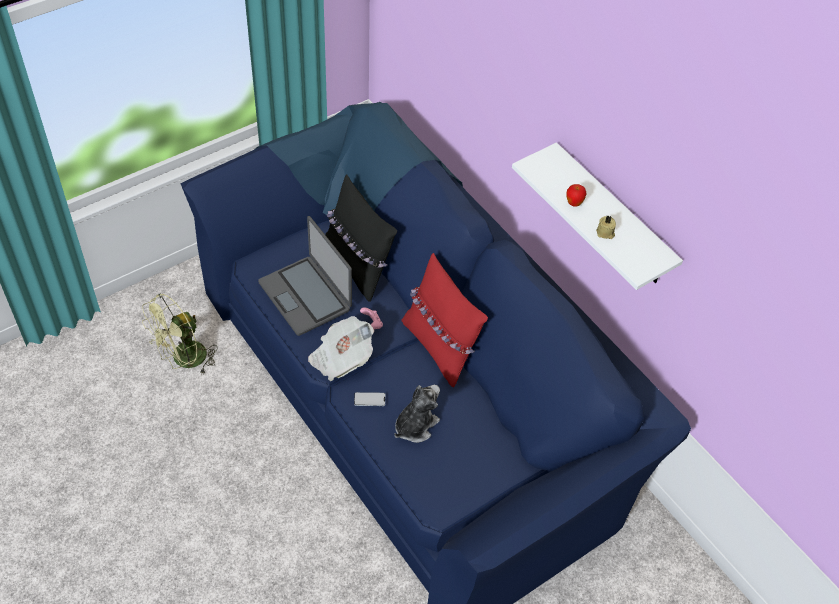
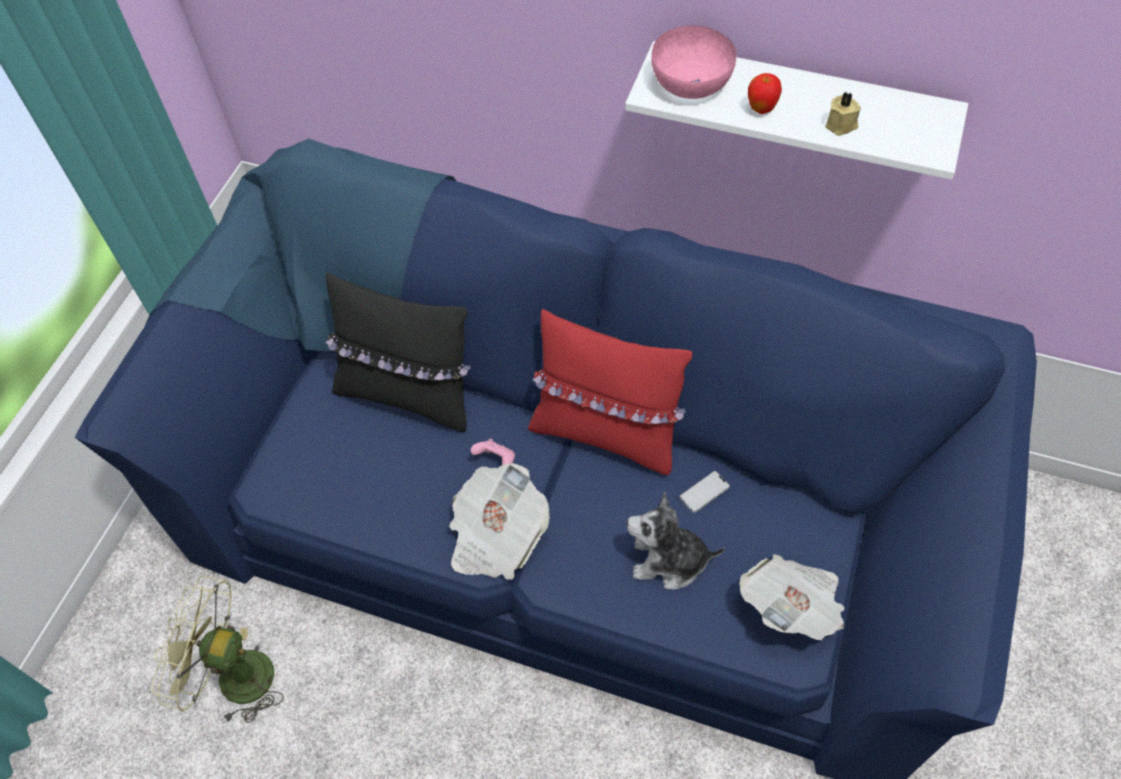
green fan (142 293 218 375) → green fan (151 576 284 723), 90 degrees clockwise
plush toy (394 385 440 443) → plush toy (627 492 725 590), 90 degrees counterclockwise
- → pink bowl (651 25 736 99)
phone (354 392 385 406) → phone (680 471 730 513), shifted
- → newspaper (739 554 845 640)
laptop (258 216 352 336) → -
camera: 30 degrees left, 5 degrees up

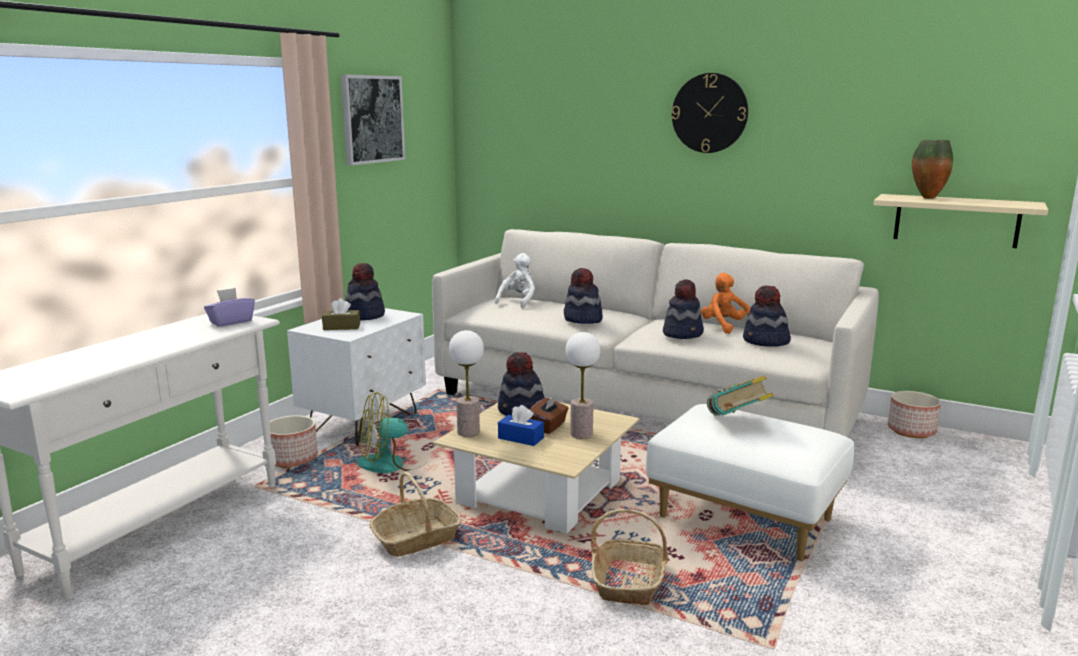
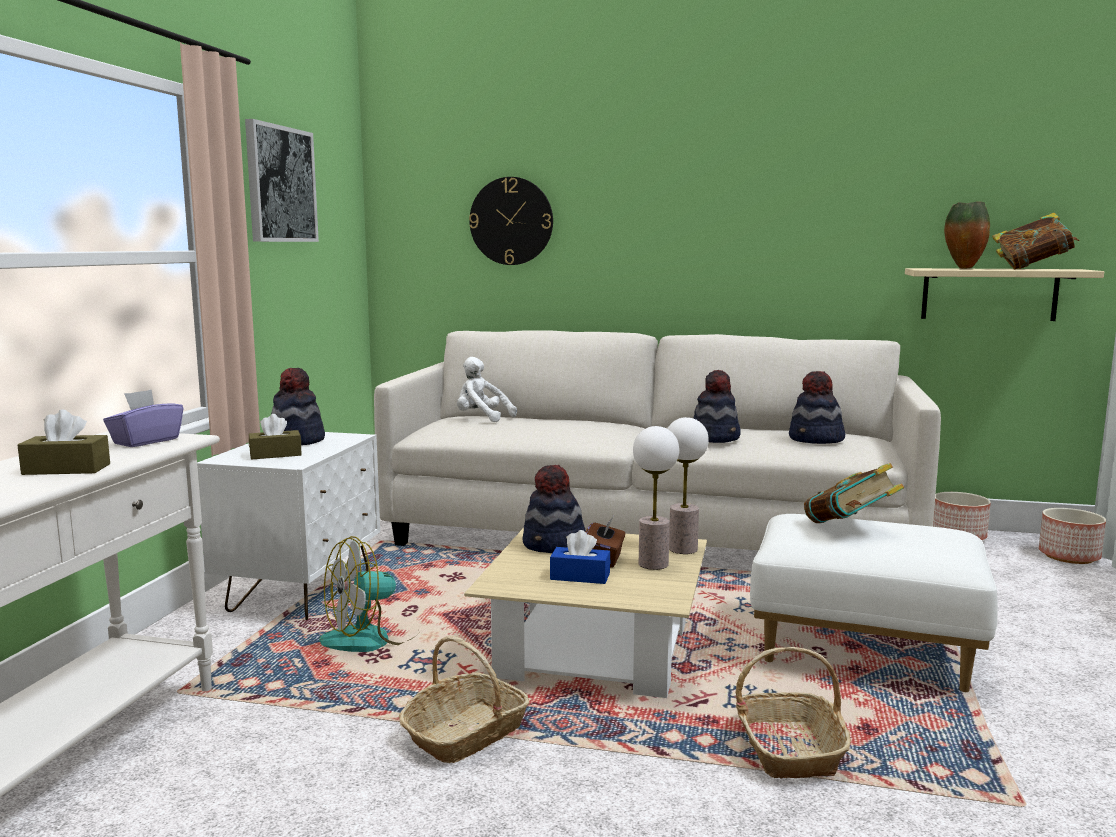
- → brown tissue box (18 409 110 475)
white plush toy (495 253 535 308) → white plush toy (457 357 517 422), 75 degrees counterclockwise
wall clock (672 73 748 153) → wall clock (469 177 553 265), shifted
table lamp (449 330 484 437) → table lamp (667 417 709 554), shifted
- → book (992 213 1080 270)
planter (270 415 318 468) → planter (1039 508 1106 564), shifted
hat (564 268 603 324) → -
orange plush toy (701 273 750 334) → -
camera: 15 degrees left, 5 degrees down

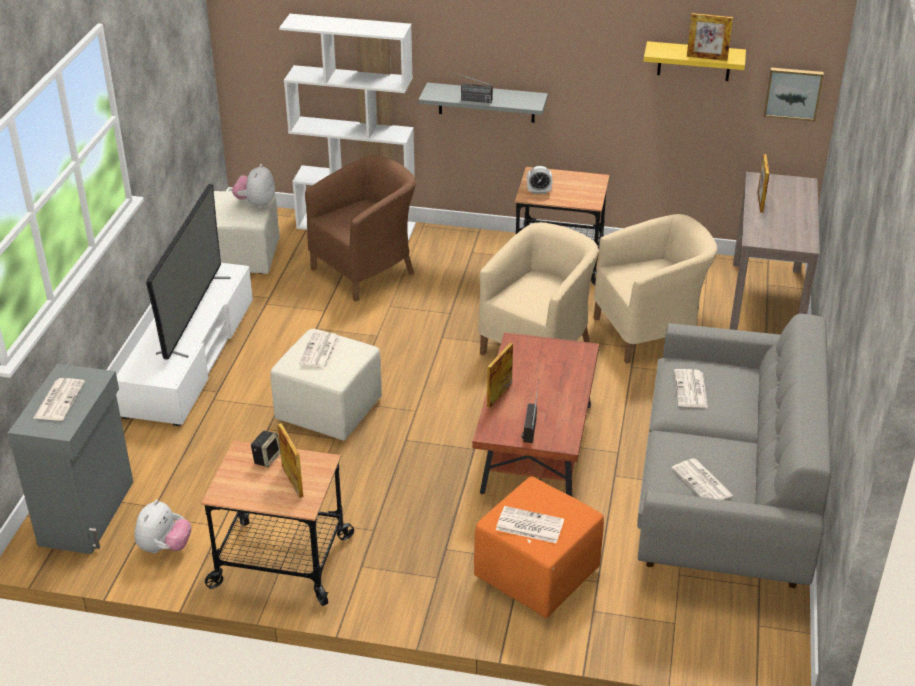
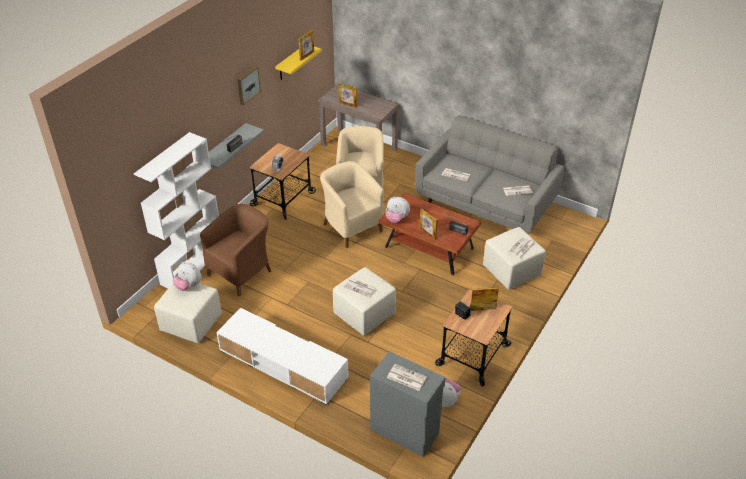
brown armchair (305 155 416 302) → brown armchair (200 204 272 297), 60 degrees clockwise
picture (764 68 824 121) → picture (237 66 261 105), shifted
- → plush toy (386 196 410 223)
orange ottoman (474 477 604 618) → beige ottoman (483 227 546 290)
television (146 184 231 360) → -
camera: 70 degrees left, 5 degrees up

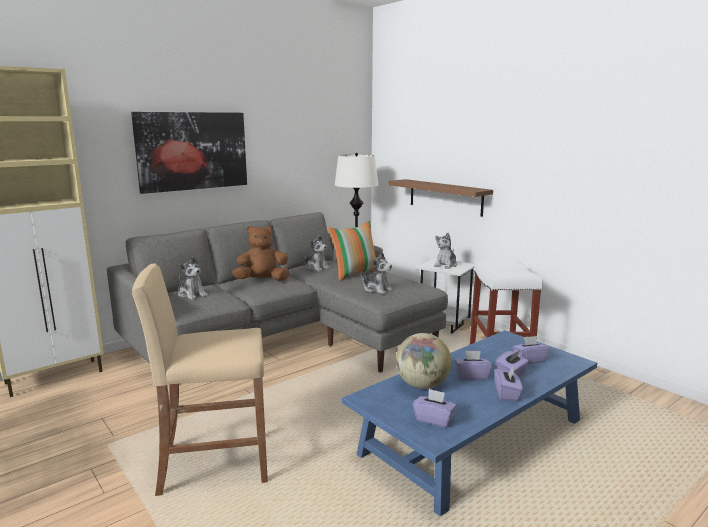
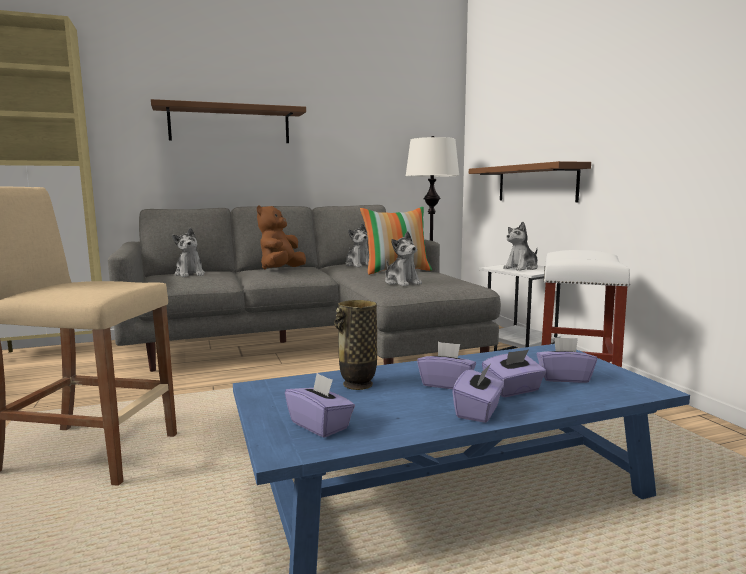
picture (131 112 247 194) → brown shelf (151 99 306 143)
brown plush toy (232 226 290 281) → brown plush toy (257 205 306 269), 75 degrees counterclockwise
globe (396 333 451 389) → vase (334 300 377 390)
camera: 20 degrees right, 5 degrees down

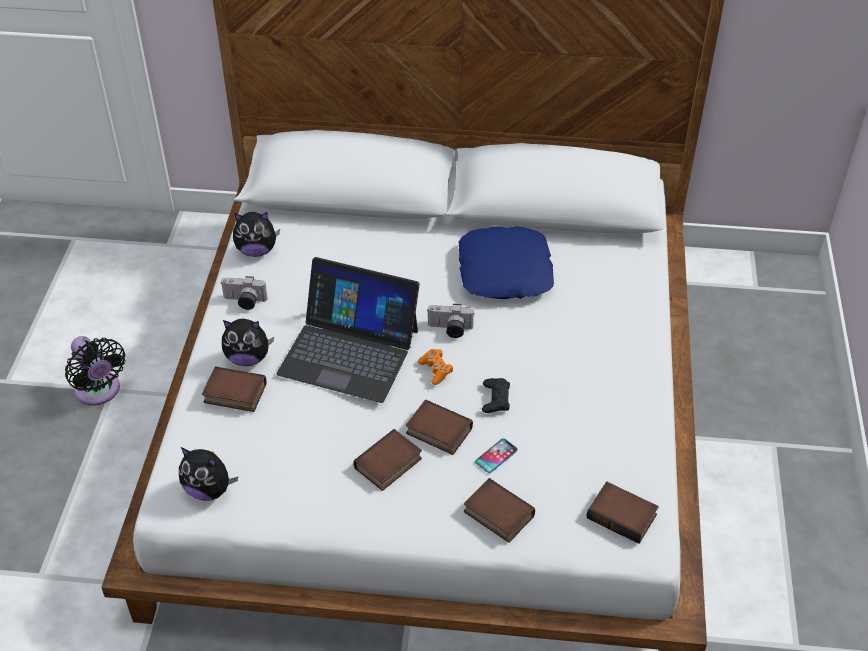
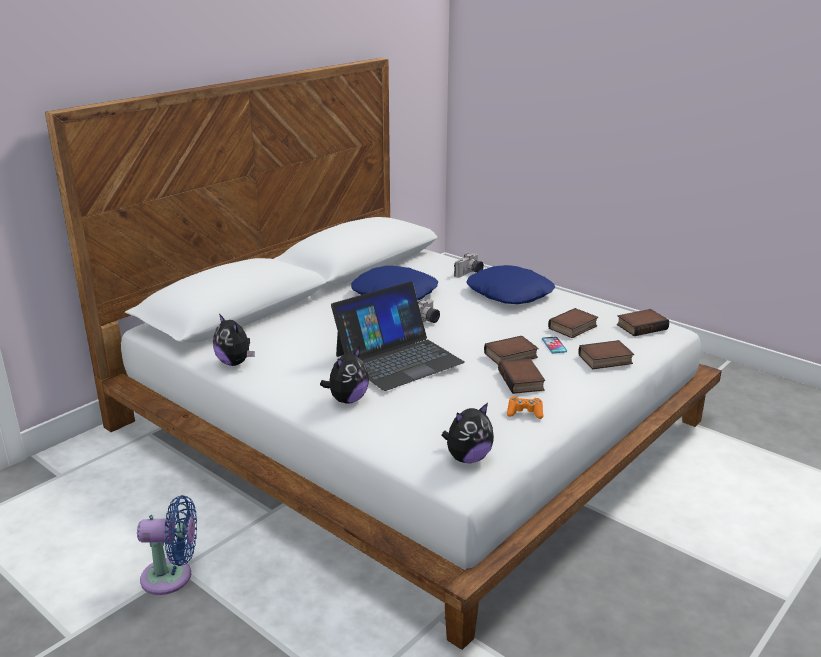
black fan (65 336 125 406) → blue fan (137 495 197 595)
plush toy (233 212 280 257) → plush toy (213 314 255 366), 105 degrees clockwise
photo camera (221 276 268 310) → photo camera (454 253 484 277), shifted
- → blue pillow (466 265 555 304)
orange game controller (418 349 453 385) → orange game controller (507 396 543 419), shifted
book (202 366 267 412) → book (548 308 598 338), shifted
black game controller (482 378 510 413) → -
camera: 55 degrees left, 20 degrees down

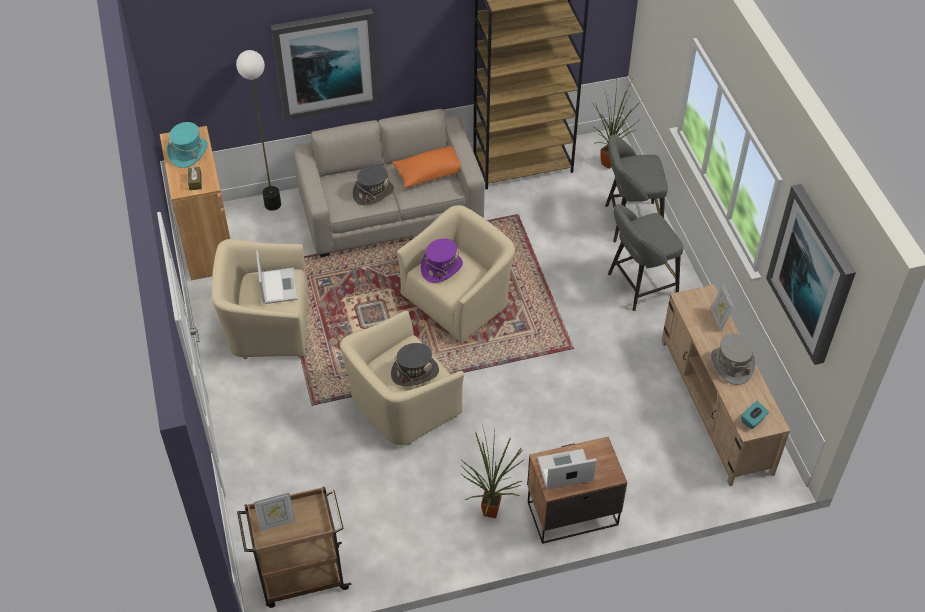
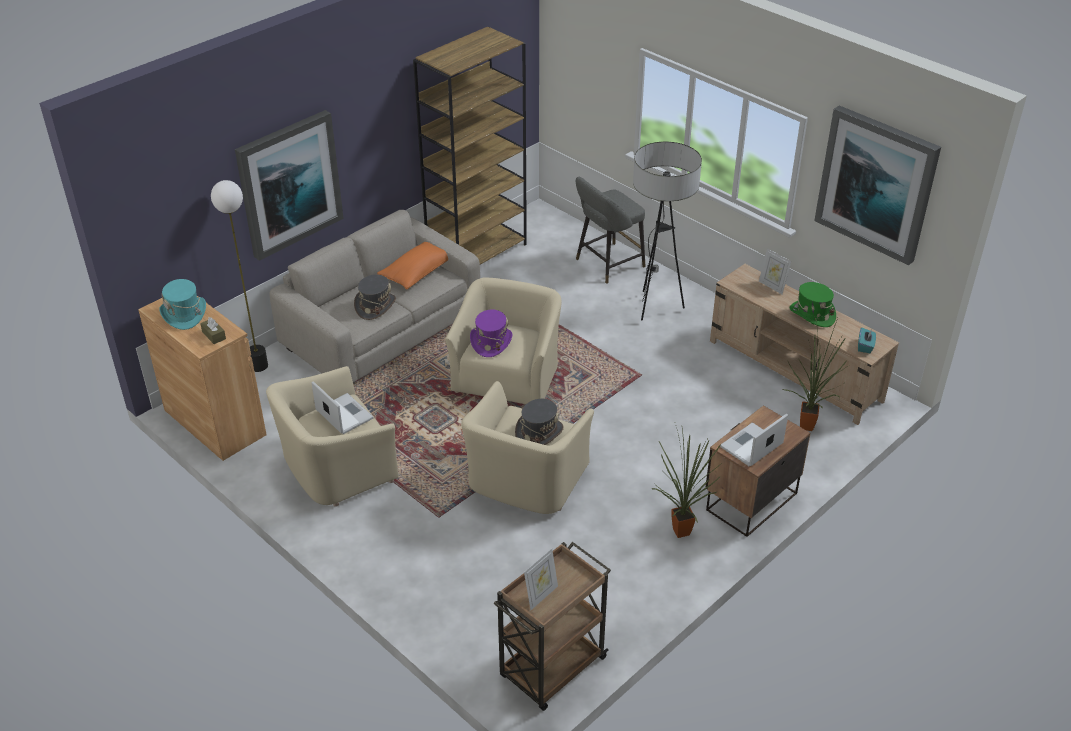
grey stool (608 204 683 311) → floor lamp (633 142 702 320)
potted plant (592 82 642 169) → potted plant (783 318 848 431), shifted
grey hat (711 333 755 385) → green hat (790 282 836 327)
camera: 30 degrees left, 10 degrees down

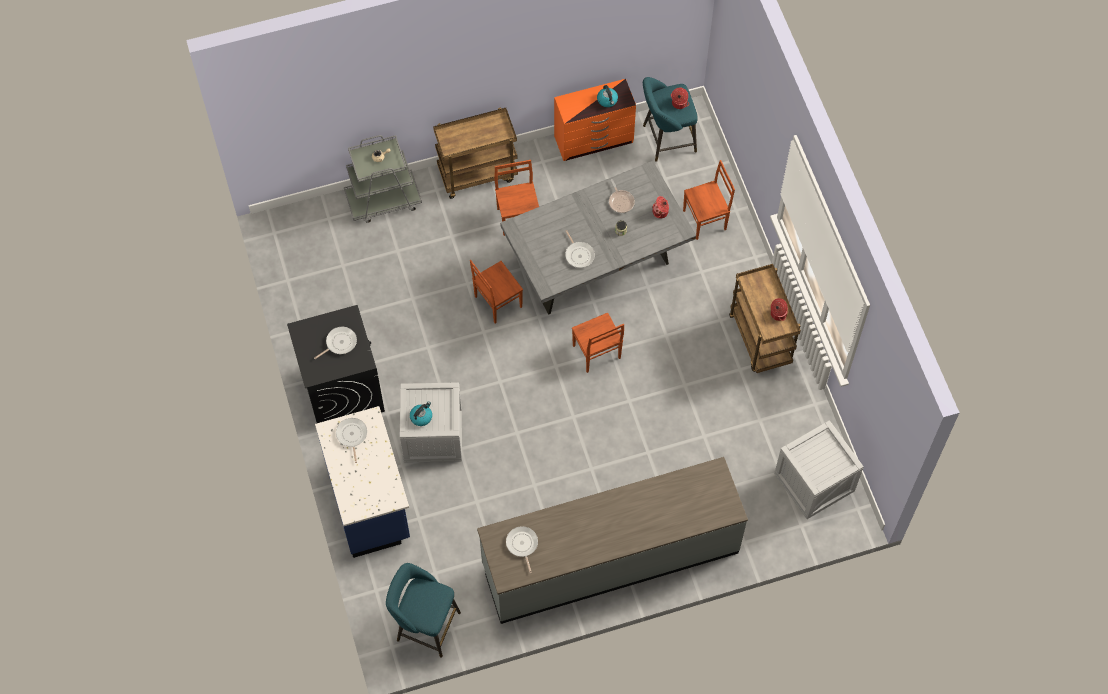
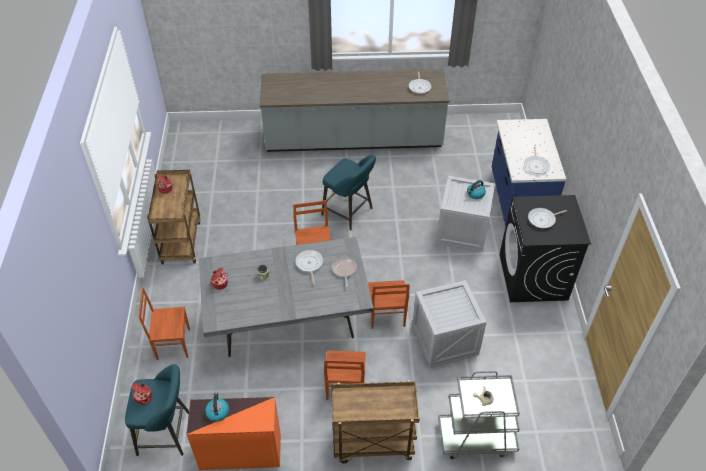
turquoise stool (386 563 461 658) → turquoise stool (321 155 376 231), shifted
frying pan (609 179 635 213) → frying pan (332 257 357 287), shifted
brown chair (470 260 523 323) → brown chair (368 280 410 329), 105 degrees clockwise
crate (774 420 864 519) → crate (412 280 487 368), shifted
camera: 165 degrees left, 15 degrees down

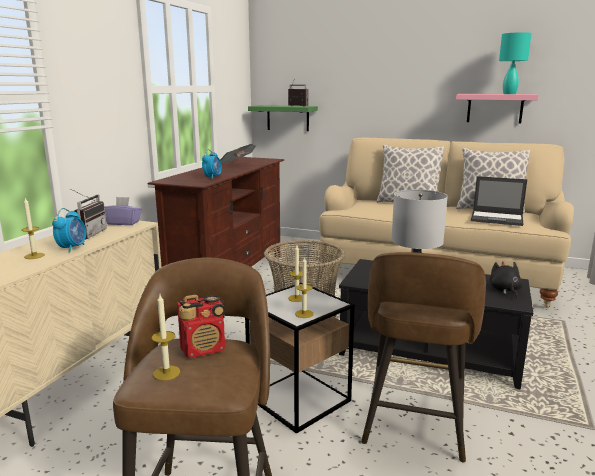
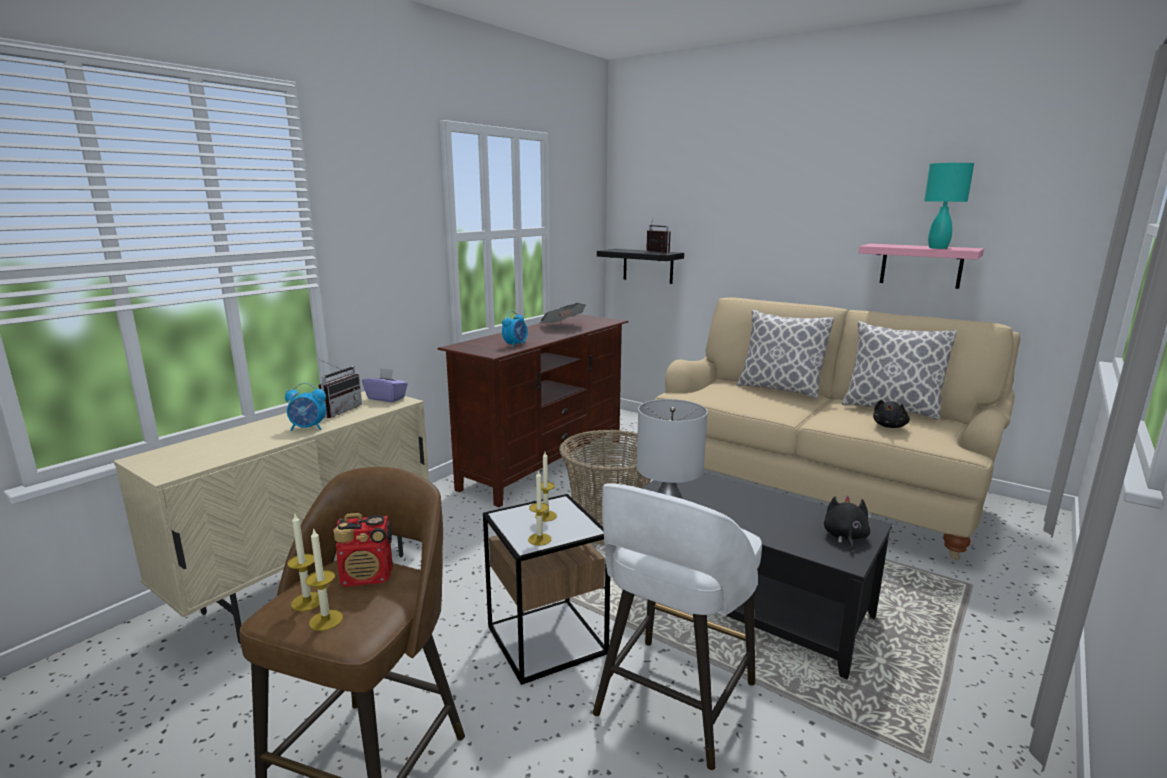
alarm clock (52 208 86 253) → alarm clock (285 383 326 431), 60 degrees clockwise
candle (21 198 45 259) → candle (305 528 343 631), shifted
brown stool (361 252 486 463) → white stool (593 483 762 770)
green shelf (248 105 318 131) → black shelf (597 249 684 284)
laptop (471 176 527 226) → black plush toy (873 400 910 428)
camera: 15 degrees right, 0 degrees up

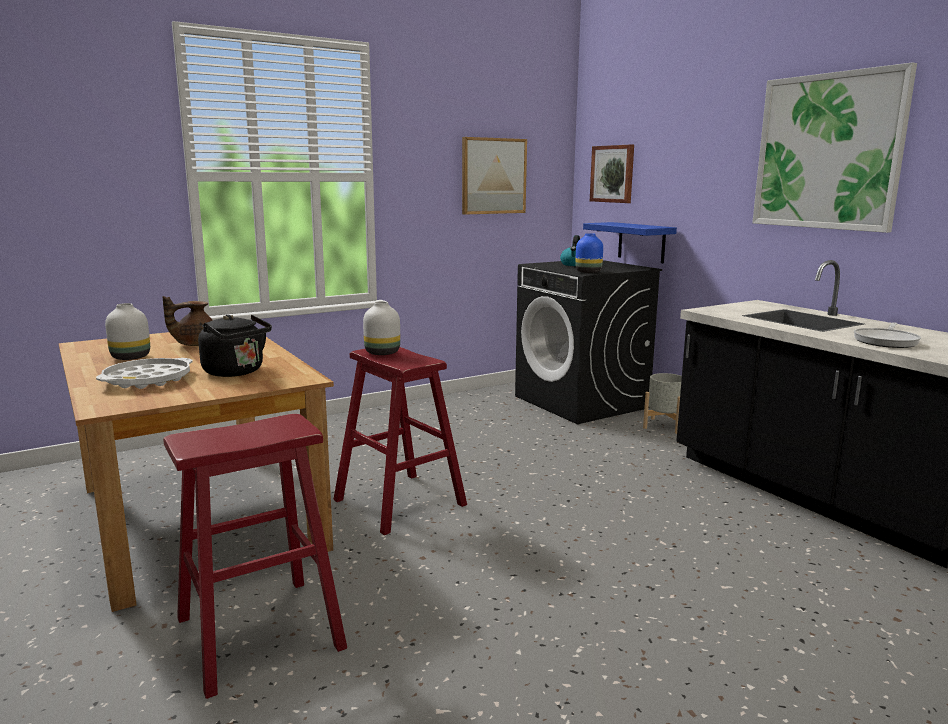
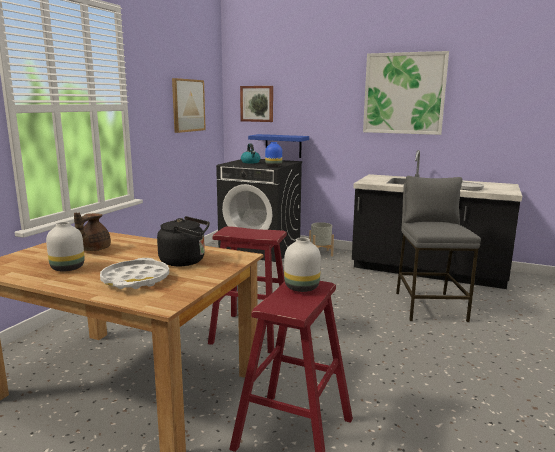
white vase (363 301 400 355) → white vase (284 237 321 292), shifted
- → grey stool (396 176 481 322)
camera: 35 degrees left, 0 degrees up

